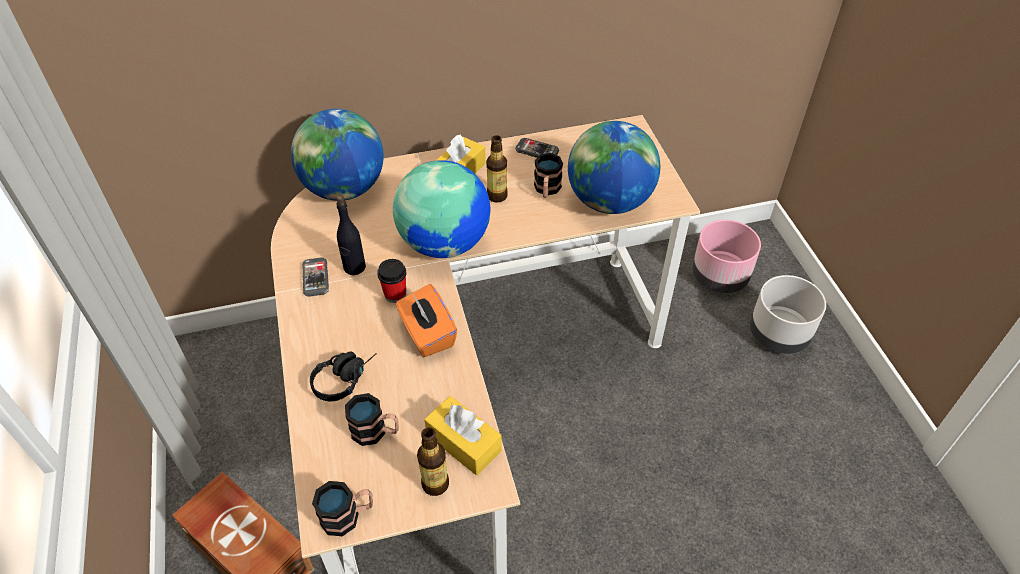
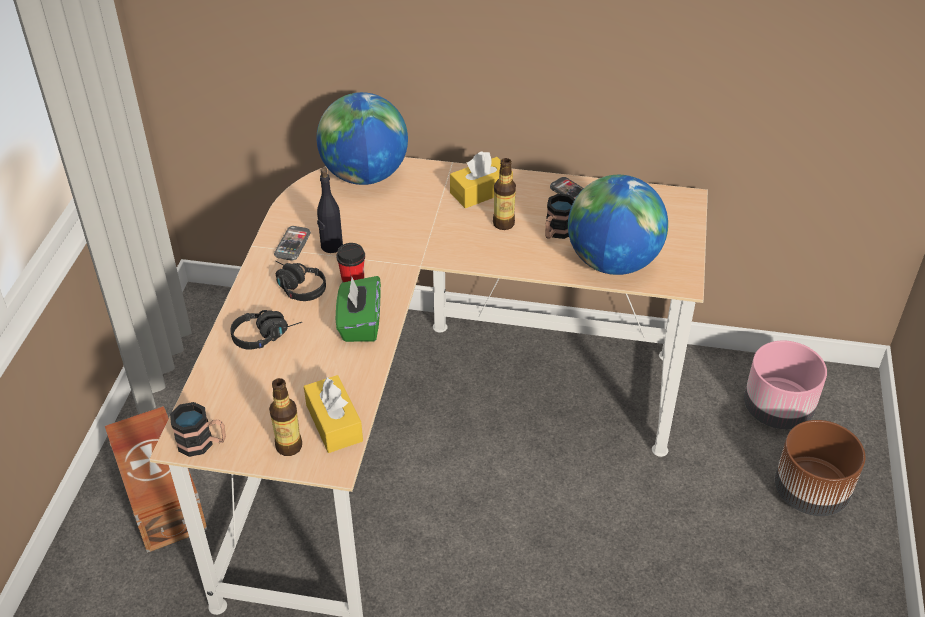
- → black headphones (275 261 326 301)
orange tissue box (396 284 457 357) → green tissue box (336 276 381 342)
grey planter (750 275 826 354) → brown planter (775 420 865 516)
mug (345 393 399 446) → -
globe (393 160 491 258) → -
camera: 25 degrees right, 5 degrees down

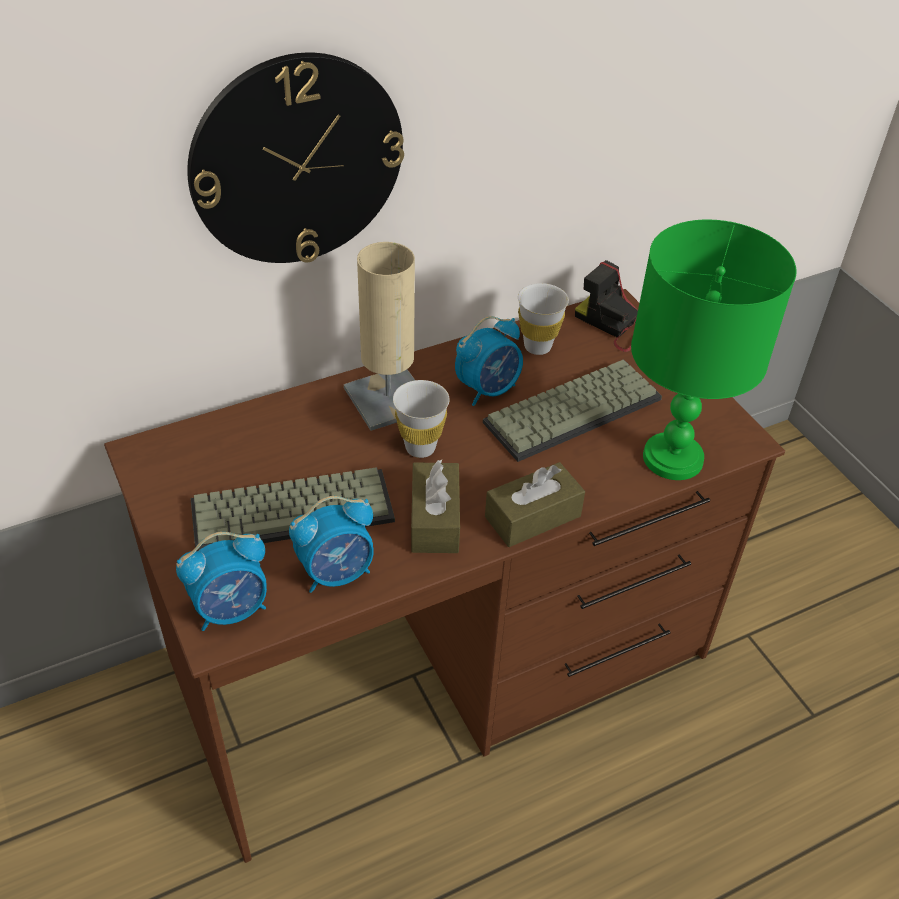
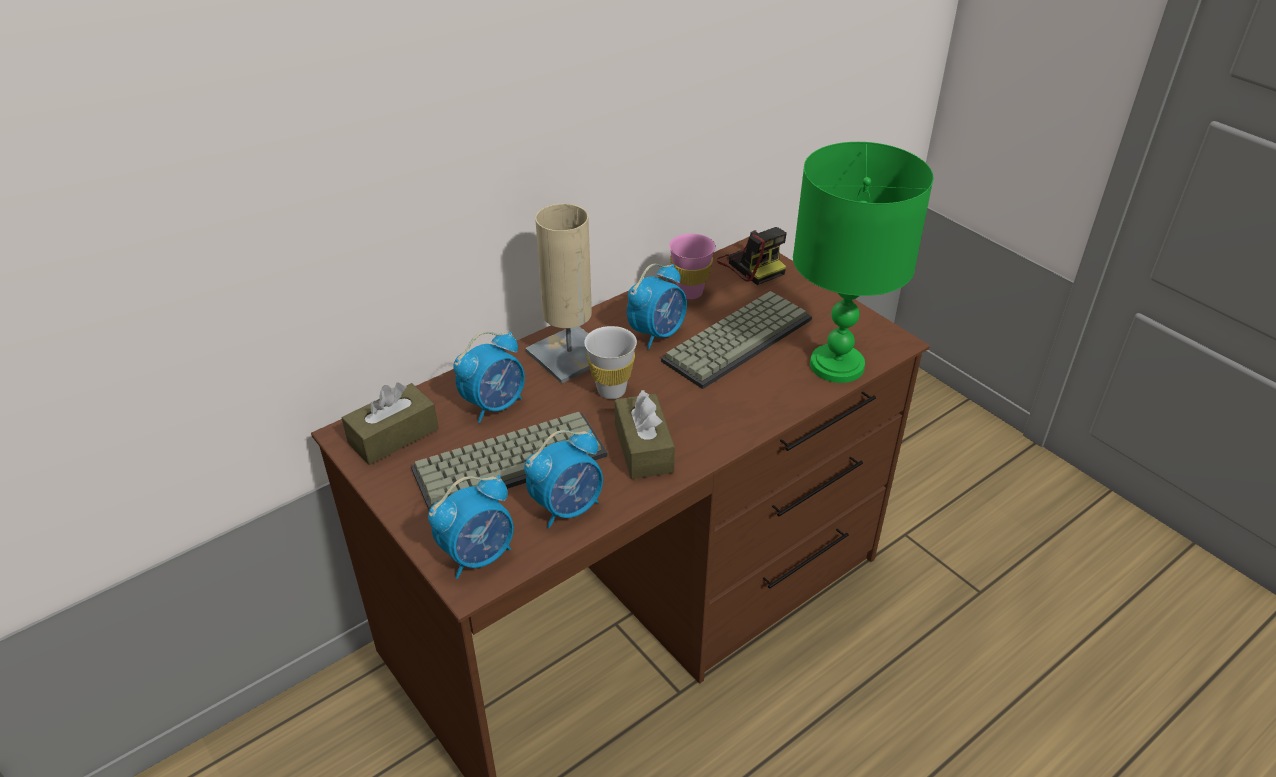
brown tissue box (485 462 585 547) → brown tissue box (342 382 438 465), shifted
- → alarm clock (453 332 525 423)
white cup (518 283 569 355) → pink cup (669 234 715 299)
photo camera (575 260 638 352) → photo camera (716 227 787 285), 150 degrees counterclockwise
wall clock (187 53 404 263) → -
camera: 10 degrees left, 5 degrees down

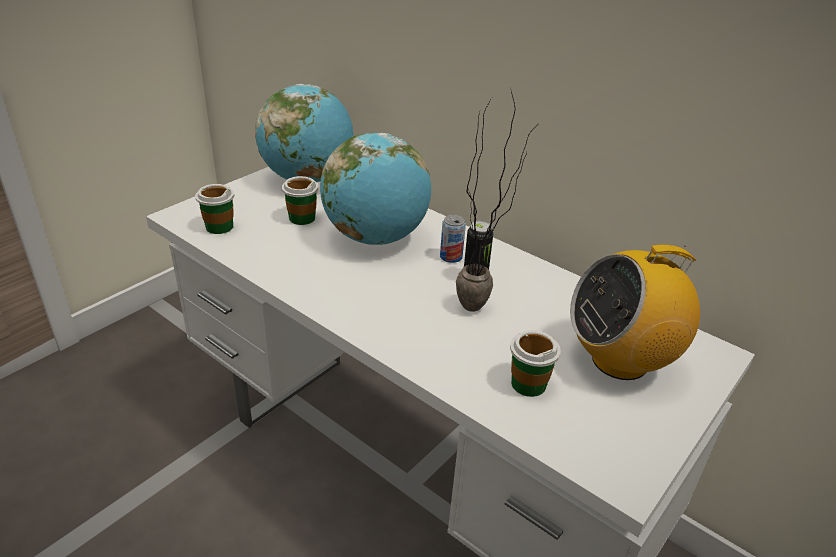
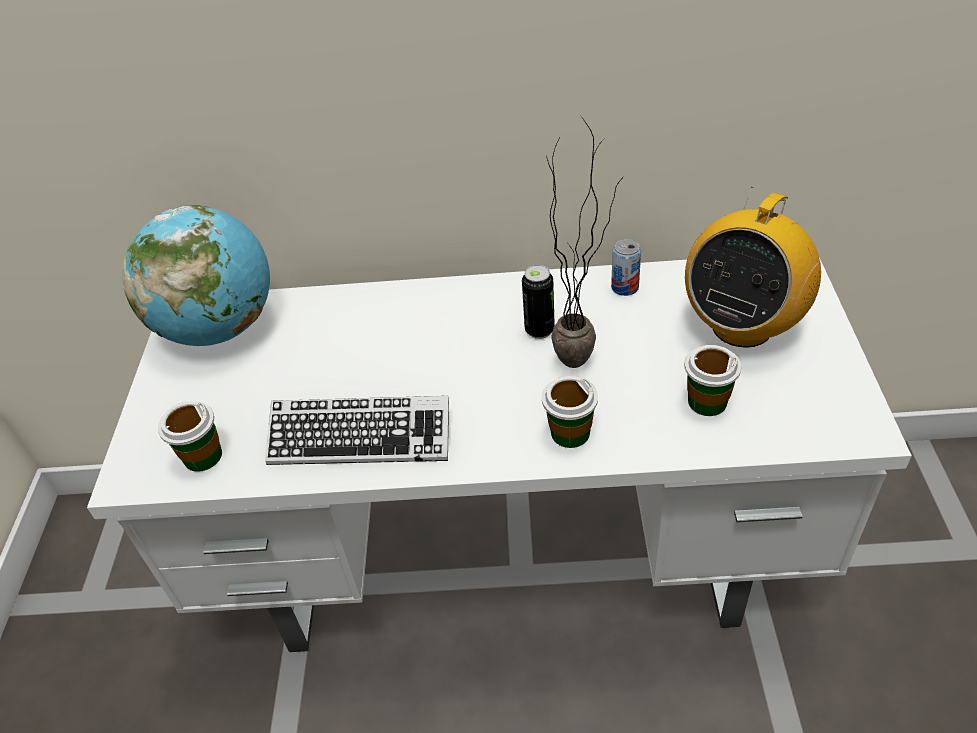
- → keyboard (265 396 449 465)
cup (282 176 319 225) → cup (542 376 598 448), shifted
can (440 215 466 263) → can (611 239 641 296), shifted
globe (320 133 431 245) → -
camera: 35 degrees left, 10 degrees up

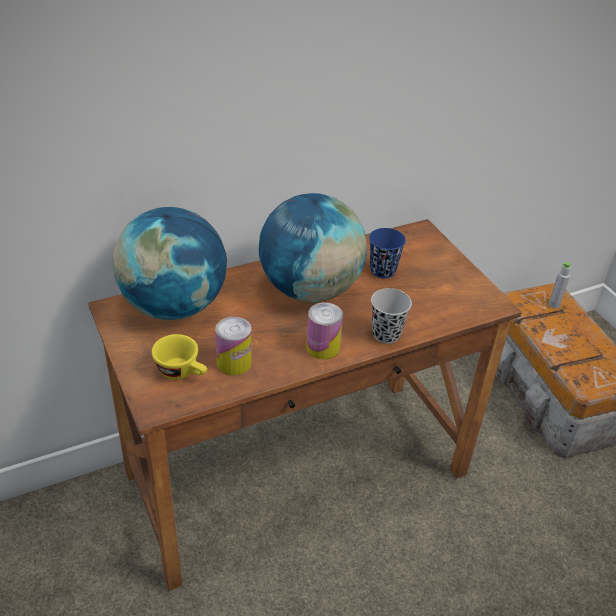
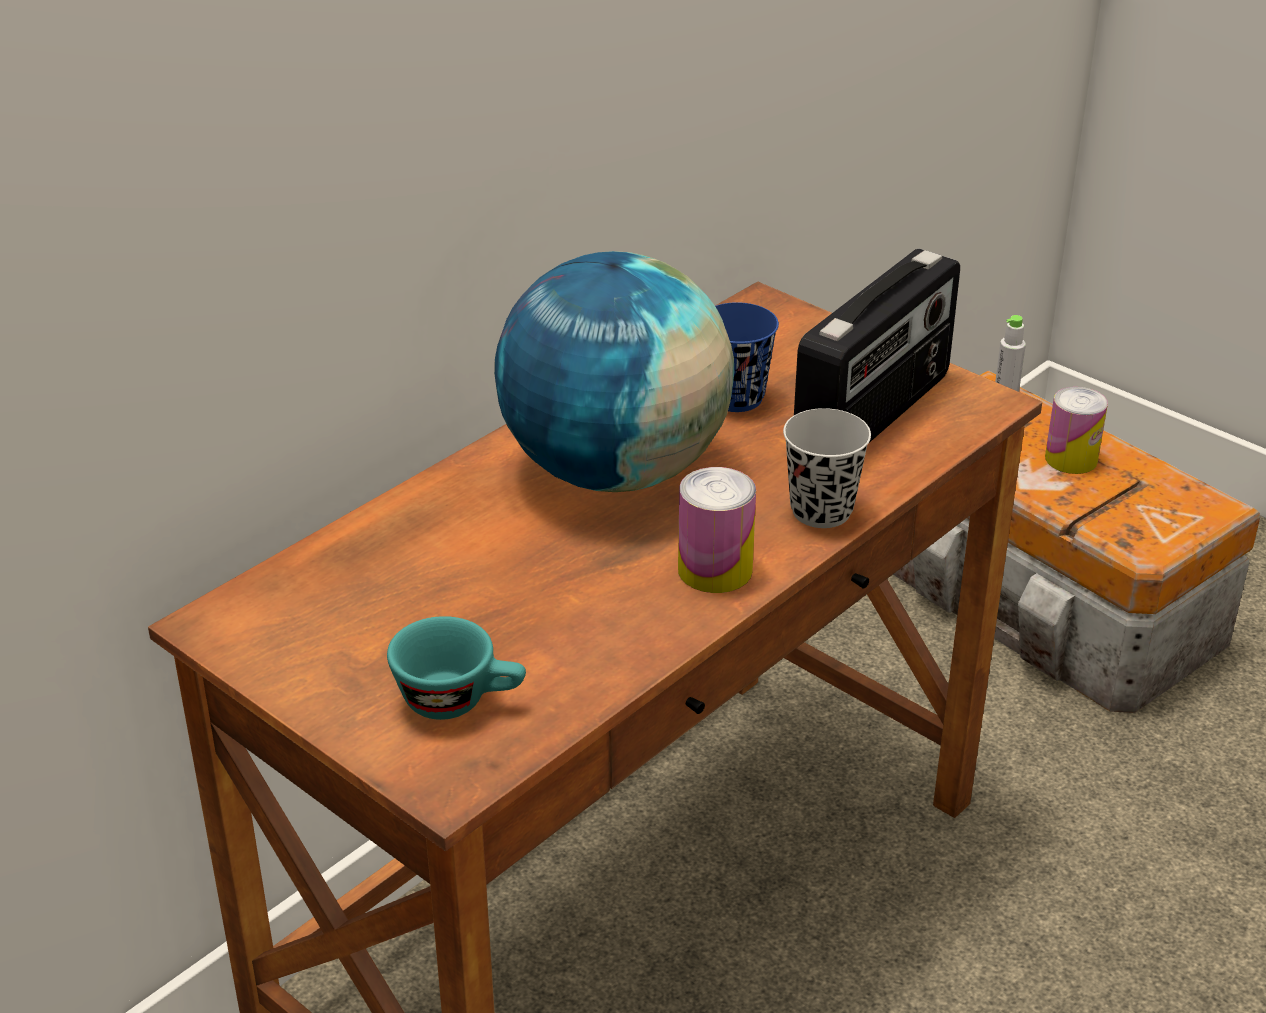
yellow cup (152 334 207 380) → turquoise cup (387 616 526 720)
- → radio (794 249 960 444)
can (215 317 252 375) → can (1045 387 1108 474), shifted
globe (112 207 227 320) → -
camera: 20 degrees left, 5 degrees down

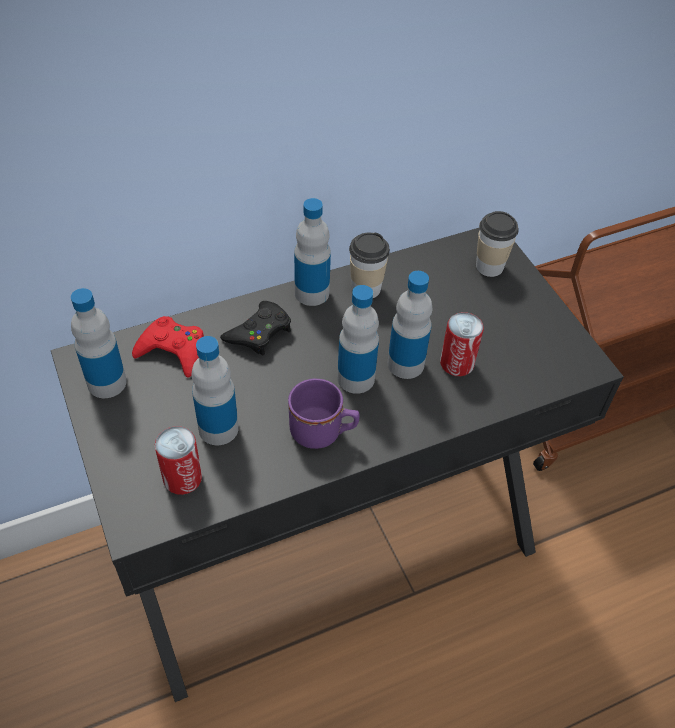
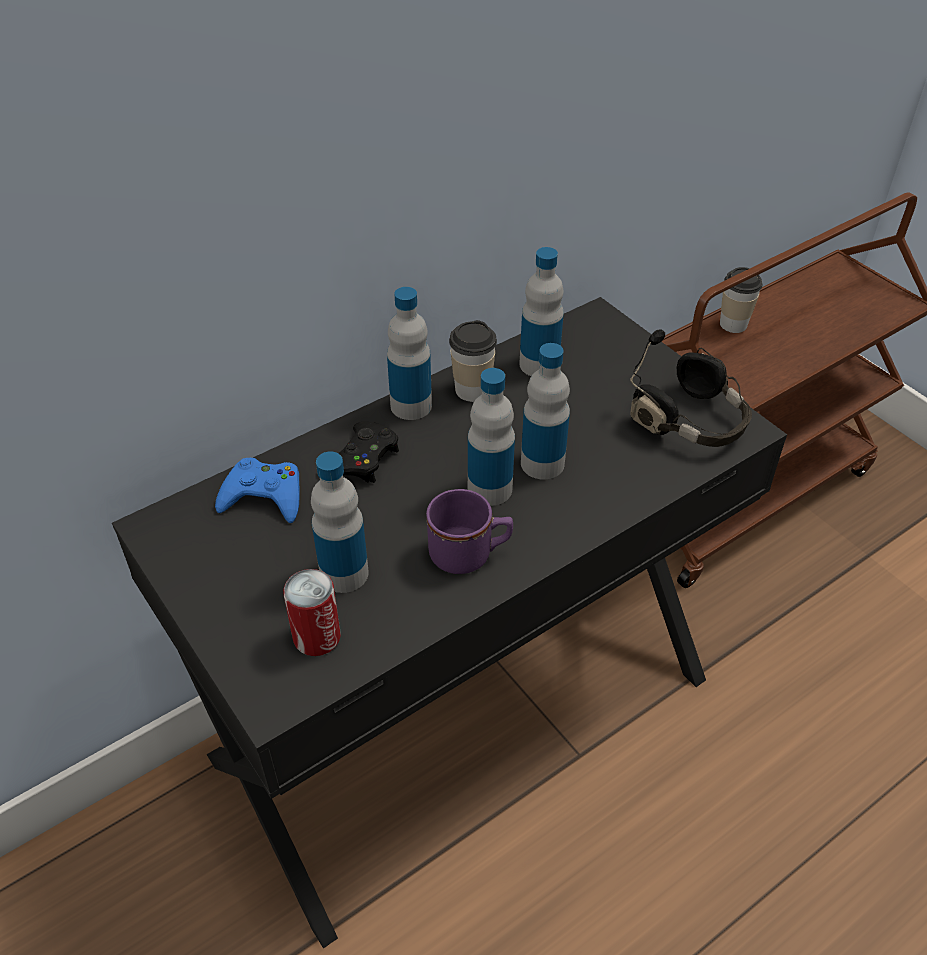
red game controller (132 316 204 378) → blue game controller (215 458 300 523)
bottle (71 288 127 398) → bottle (519 247 564 376), shifted
- → black headphones (630 329 752 447)
cup (476 211 519 277) → cup (720 267 763 333), shifted
can (440 312 484 376) → -
camera: 10 degrees left, 5 degrees down

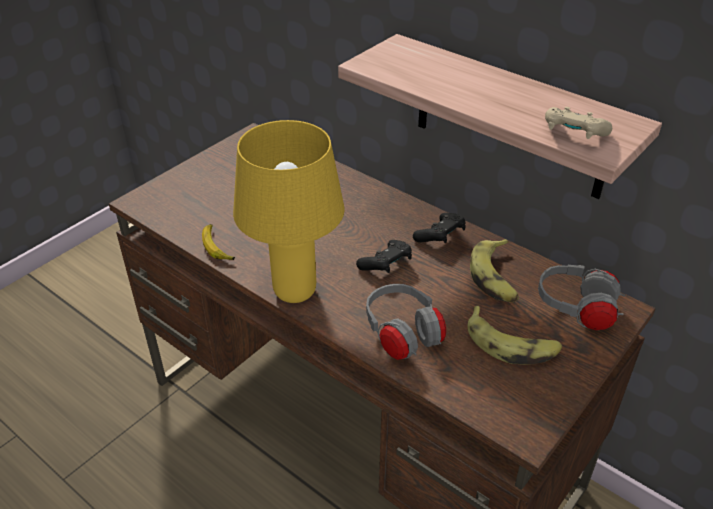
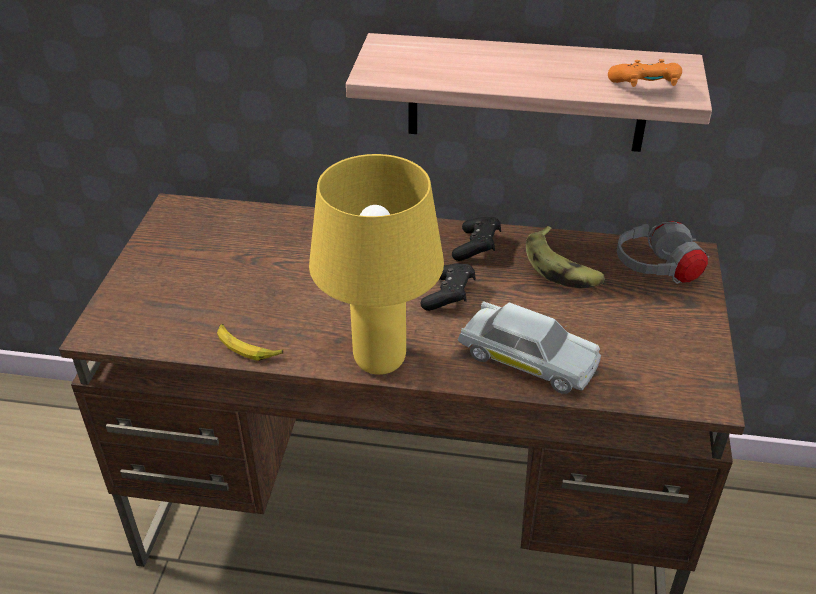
grey headphones (366 284 446 360) → white toy car (458 301 601 394)
beige game controller (545 107 612 139) → orange game controller (608 59 682 87)
banana (468 306 562 365) → -
camera: 30 degrees left, 0 degrees up

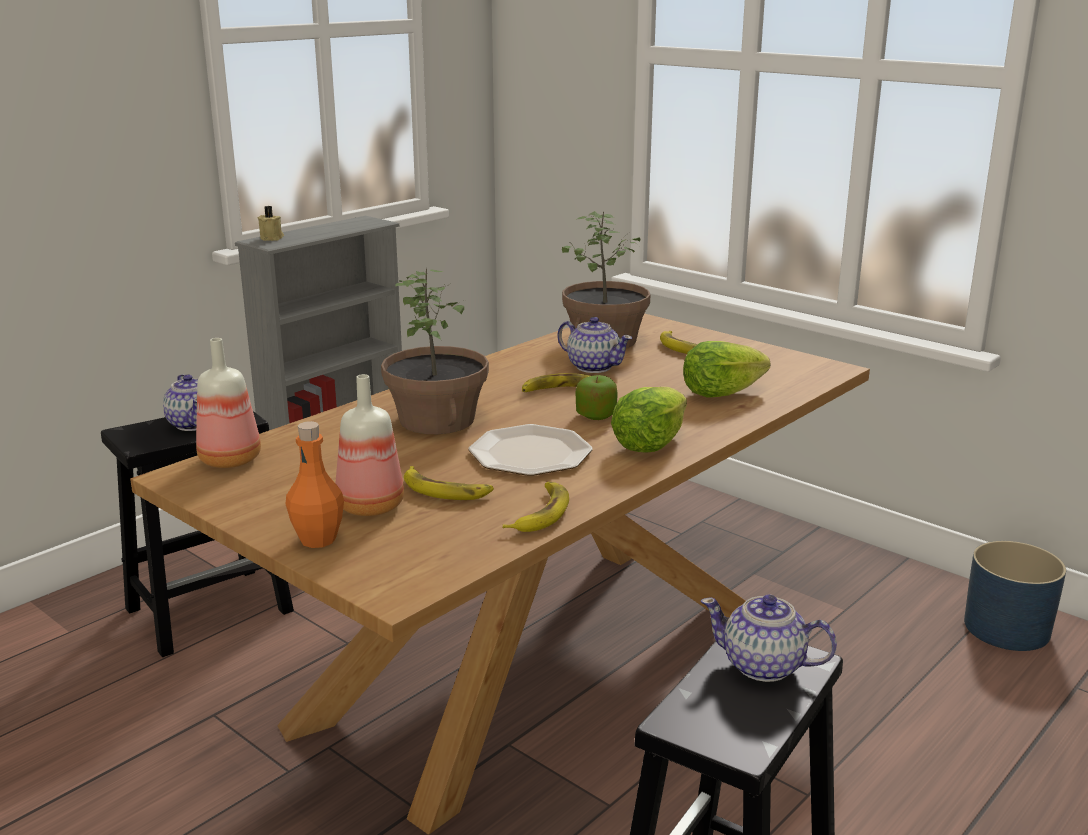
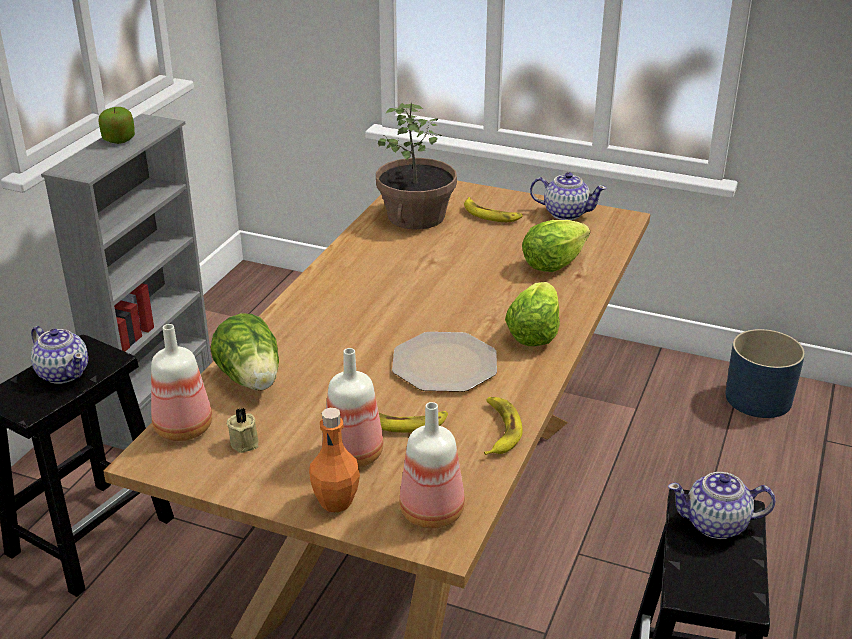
apple (576 375 618 420) → apple (99 107 135 144), shifted
- → lettuce (211 314 279 390)
beige candle (258 206 284 241) → beige candle (227 408 259 453), shifted
- → bottle (399 402 465 529)
teapot (557 317 632 373) → teapot (530 172 607 220), shifted
potted plant (381 268 489 434) → -
banana (522 373 590 392) → -
camera: 20 degrees left, 10 degrees up

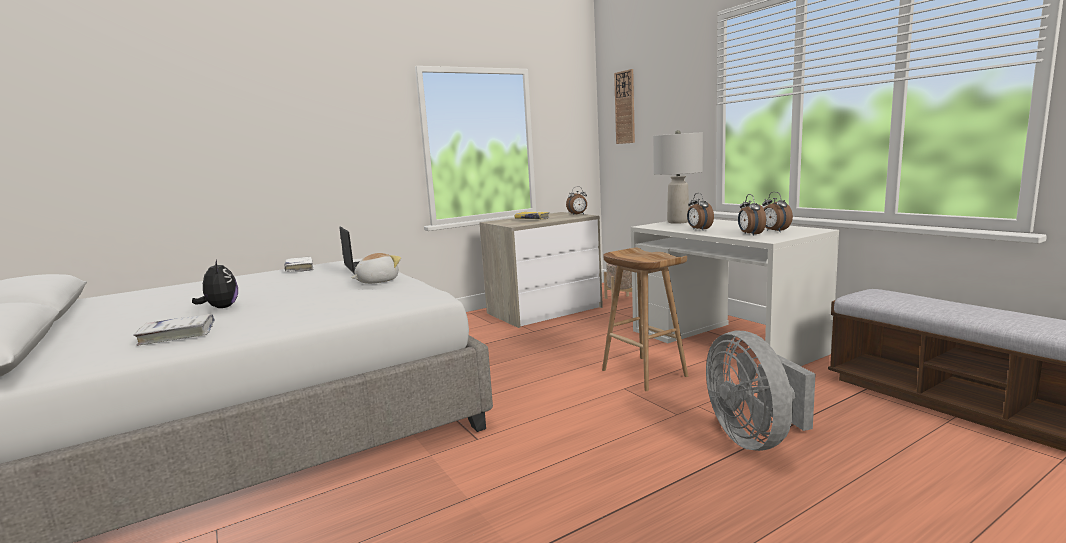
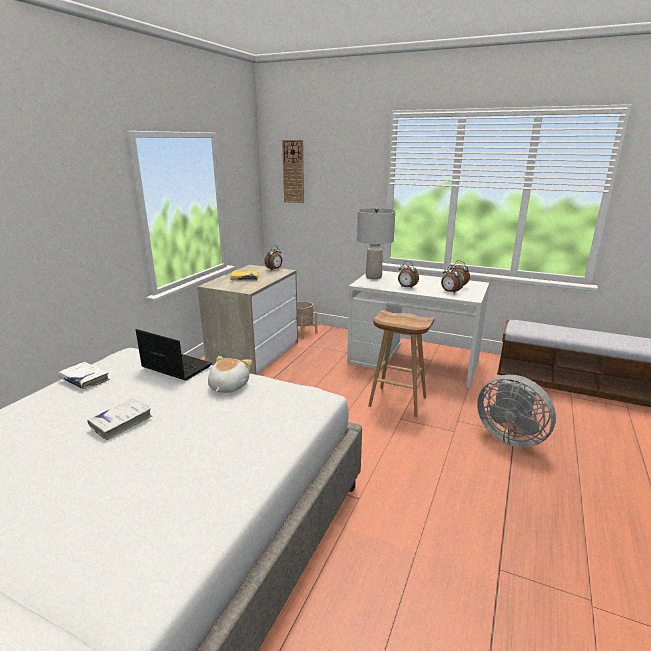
white book (133 314 215 346) → white book (87 399 152 440), shifted
plush toy (192 260 238 308) → -
camera: 35 degrees left, 10 degrees up

